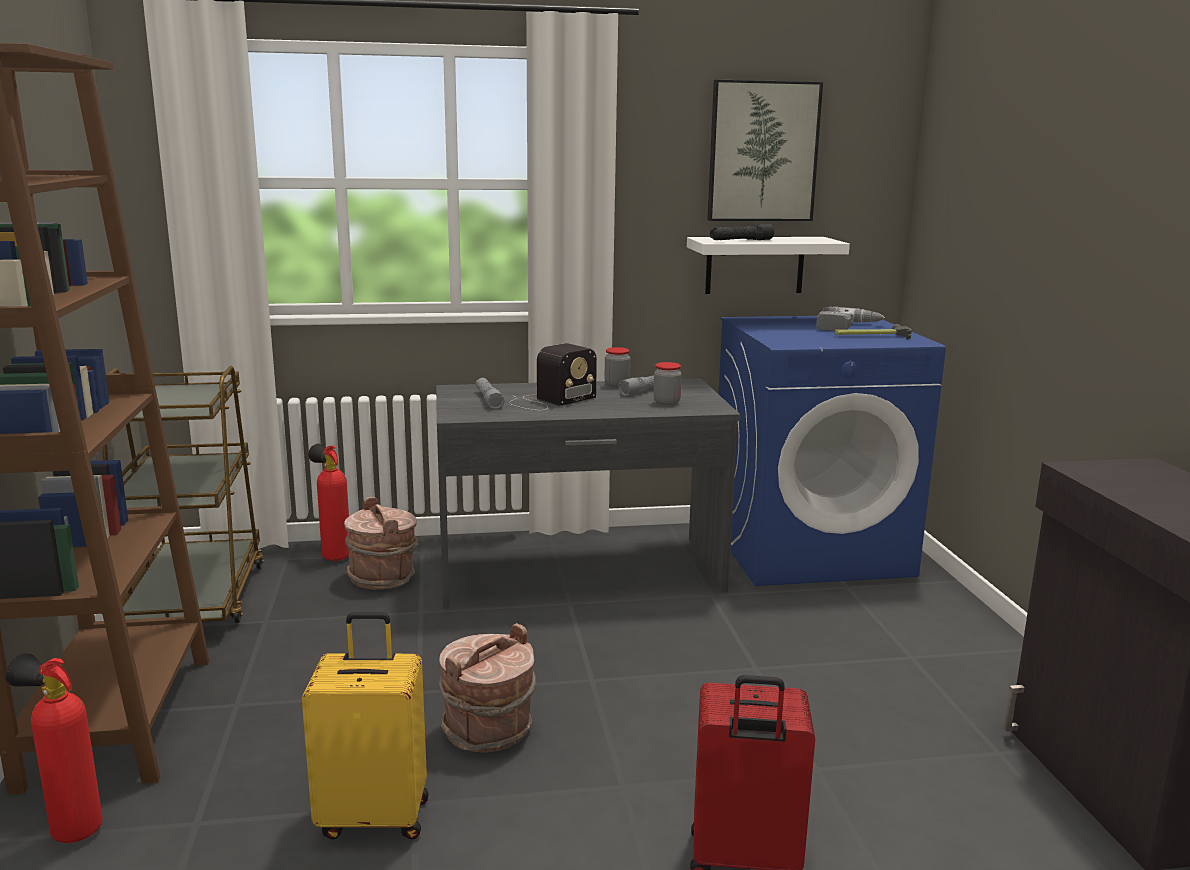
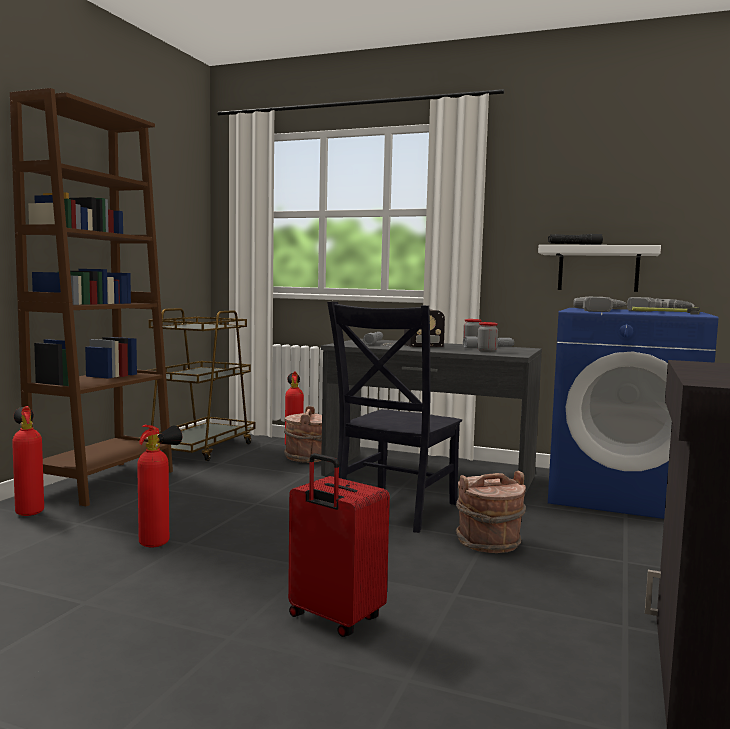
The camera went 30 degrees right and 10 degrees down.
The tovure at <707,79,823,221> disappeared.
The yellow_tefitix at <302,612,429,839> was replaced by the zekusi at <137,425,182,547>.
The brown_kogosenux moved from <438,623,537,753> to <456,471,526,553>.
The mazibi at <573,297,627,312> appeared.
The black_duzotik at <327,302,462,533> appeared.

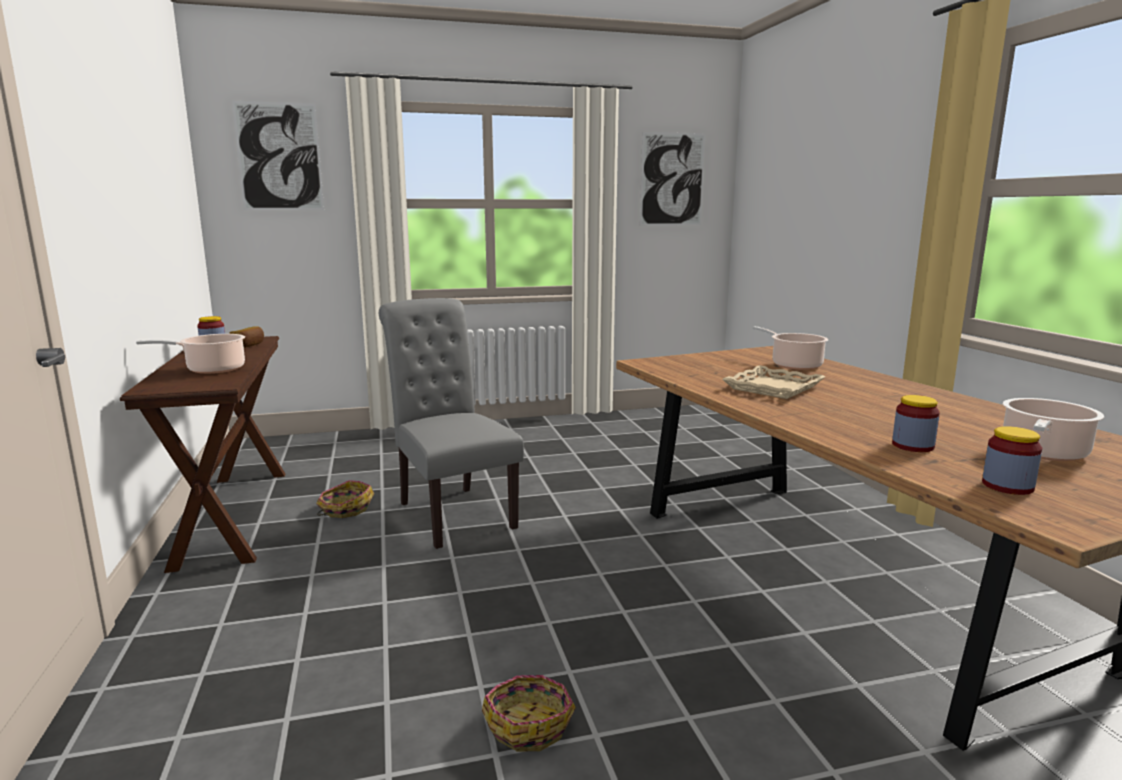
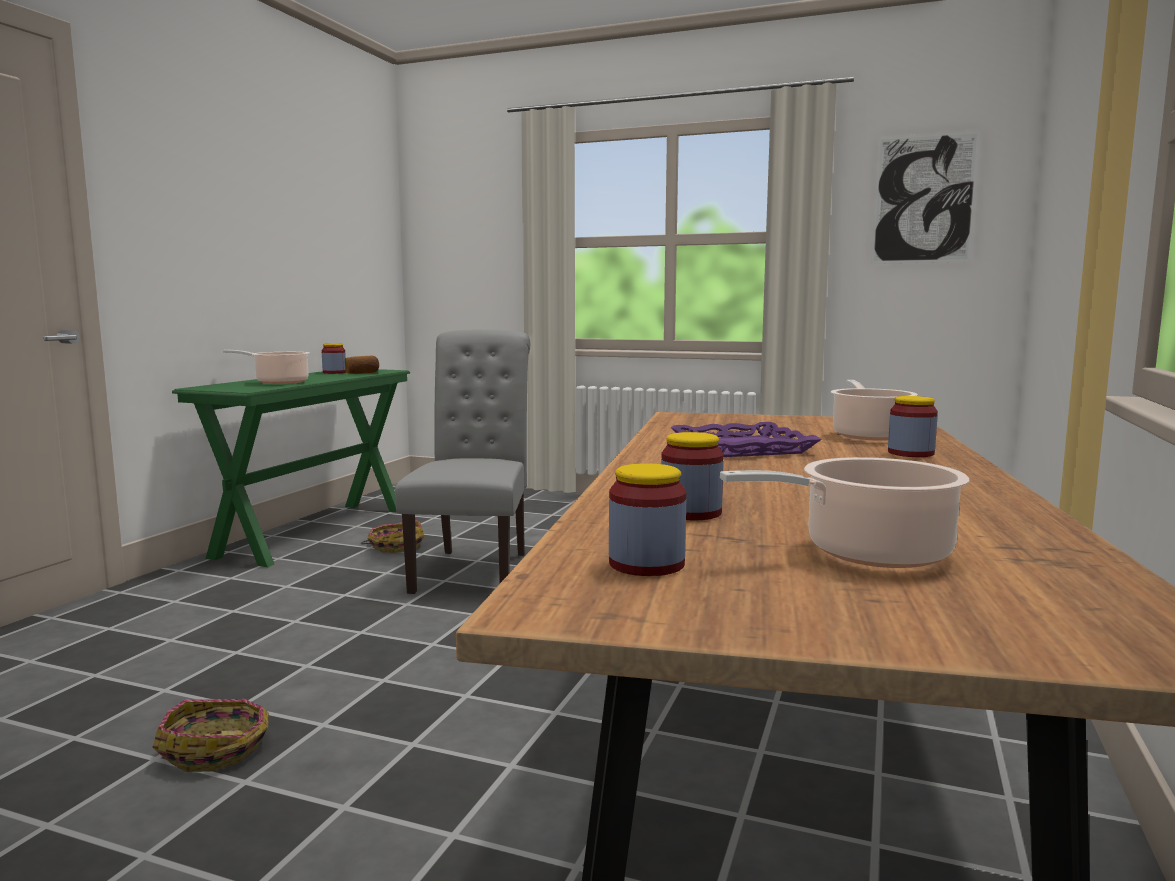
The camera went 35 degrees right and 5 degrees down.
The tovure at <232,101,324,210> disappeared.
The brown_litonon at <120,336,285,573> became the green_litonon at <172,369,410,567>.
The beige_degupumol at <722,365,825,399> became the purple_degupumol at <671,422,822,457>.
The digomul at <888,396,938,457> appeared.

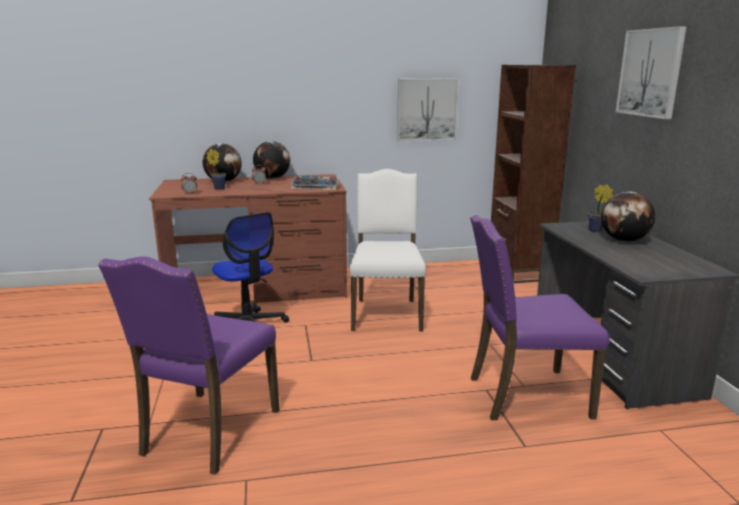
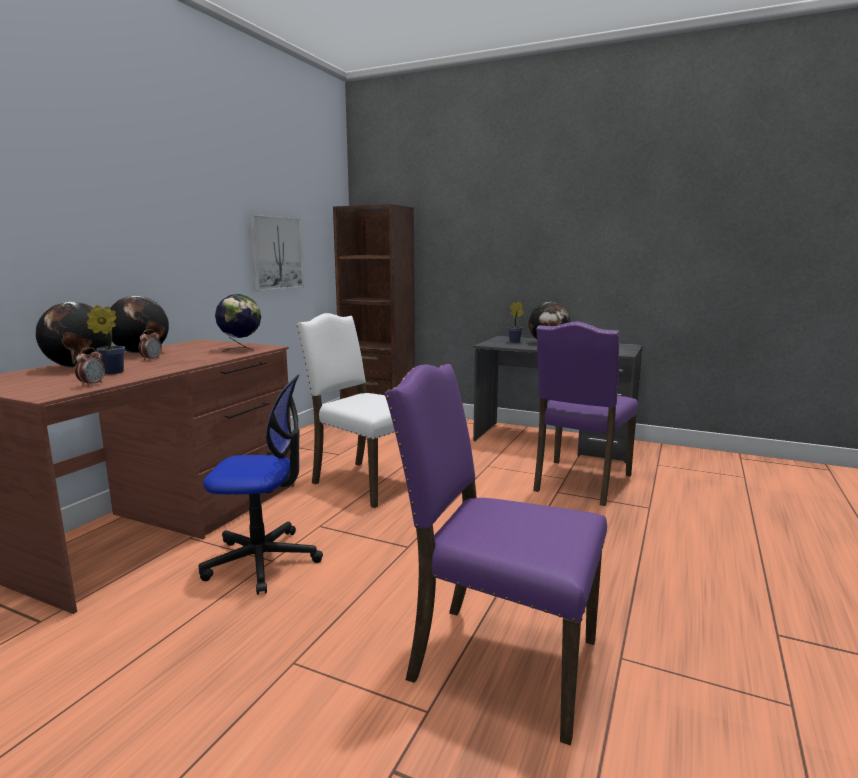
The camera went 55 degrees left and 5 degrees down.
The tovure at <616,26,687,119> disappeared.
The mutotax at <290,175,339,190> was replaced by the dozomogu at <215,294,261,352>.
The purple_duzotik at <98,256,280,475> turned 150 degrees clockwise.

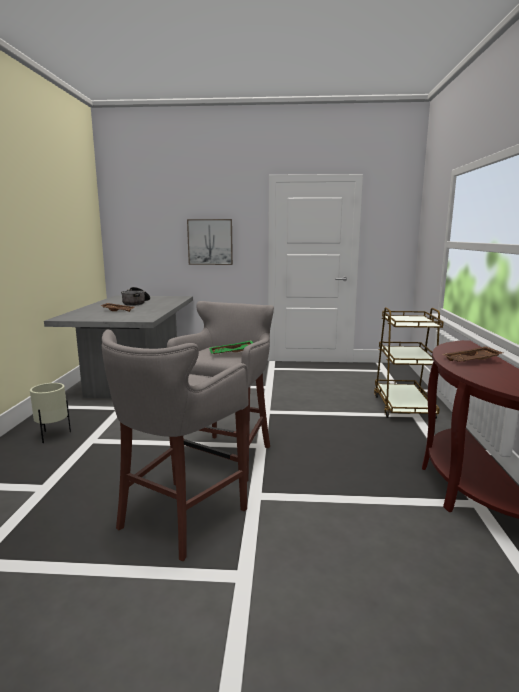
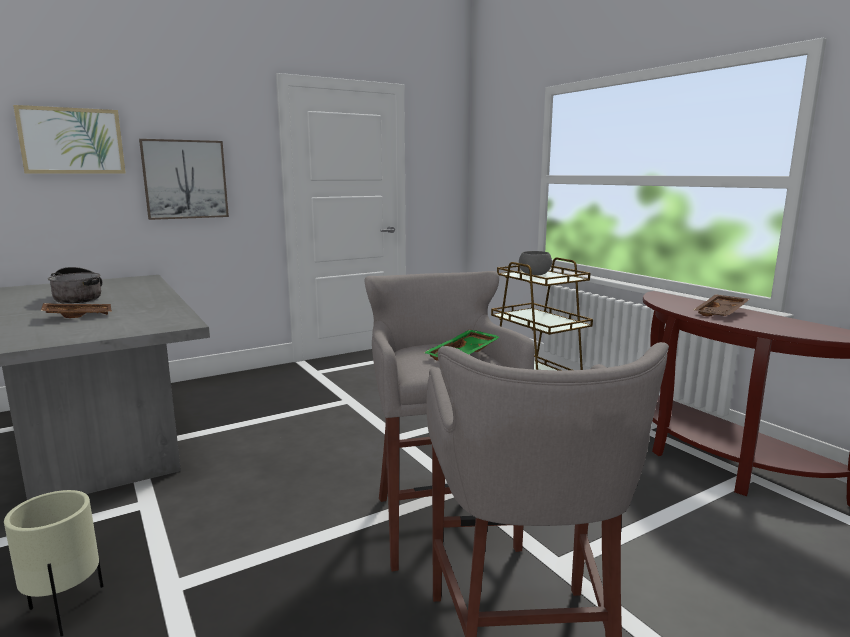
The camera went 35 degrees left and 0 degrees up.
The tovure at <13,105,126,174> appeared.
The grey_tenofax at <519,251,552,275> appeared.

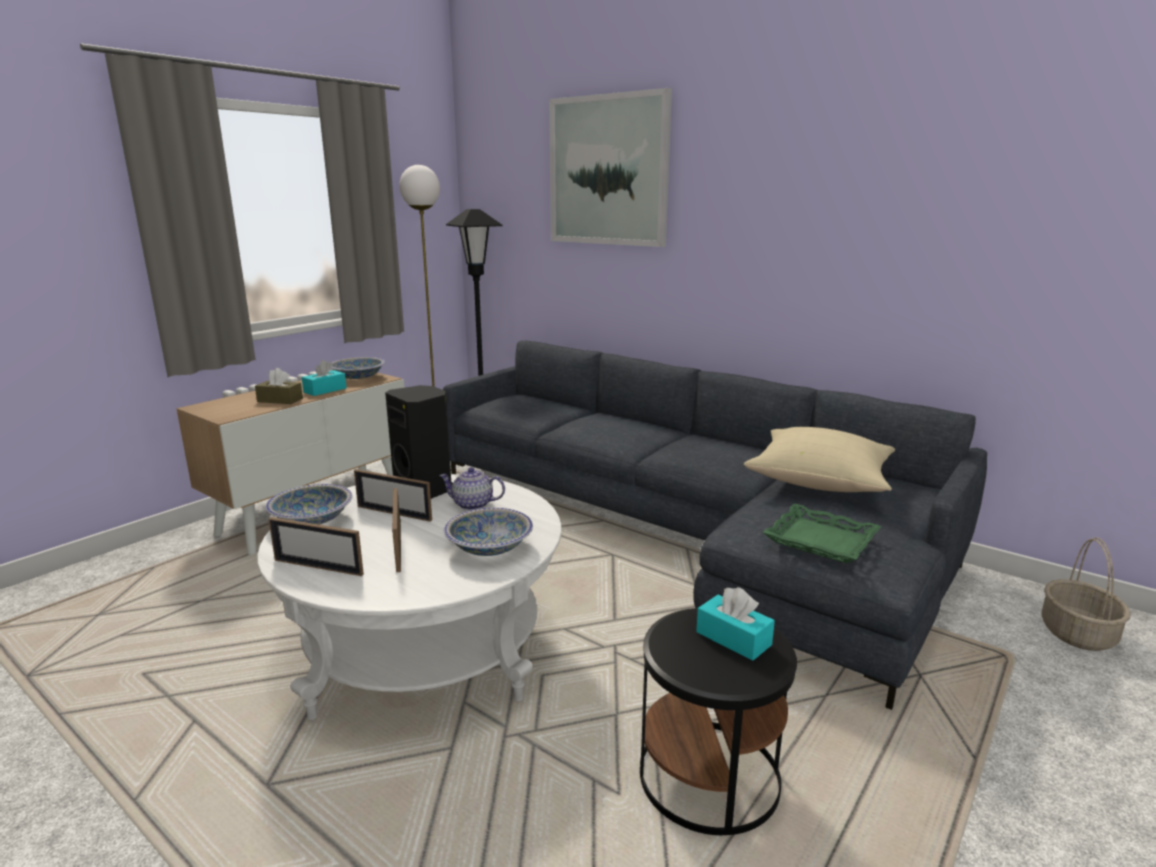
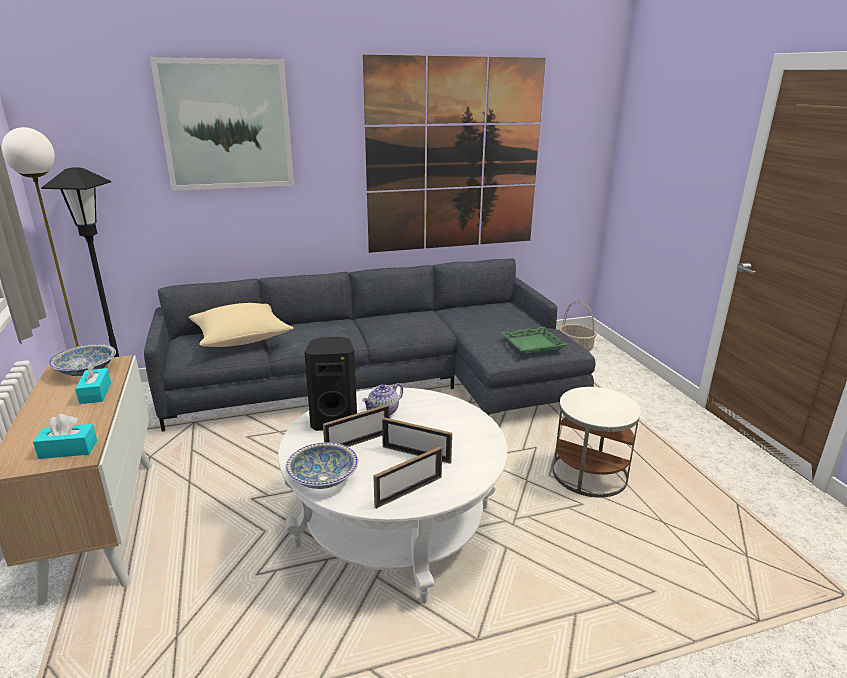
The camera went 55 degrees left and 5 degrees up.
The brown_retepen at <255,368,303,404> disappeared.
The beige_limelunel moved from <744,427,895,492> to <188,303,293,347>.
The tenofax at <444,508,533,556> disappeared.
The turquoise_retepen moved from <696,587,775,661> to <33,414,97,459>.
The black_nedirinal at <640,608,797,835> became the white_nedirinal at <552,387,641,498>.
The tovure at <363,55,546,253> appeared.

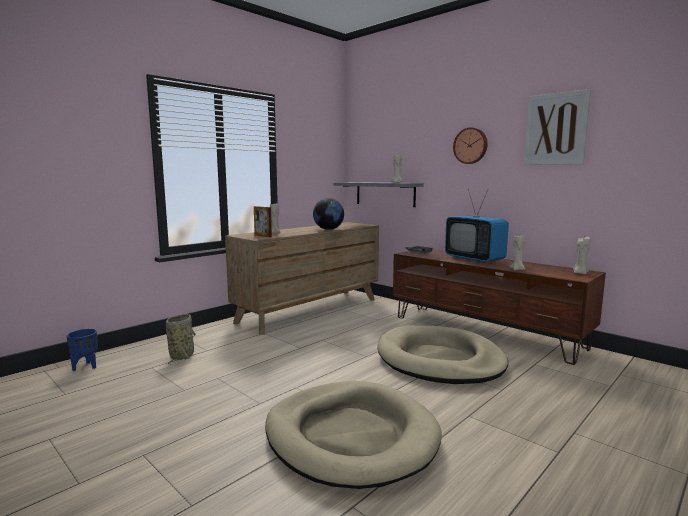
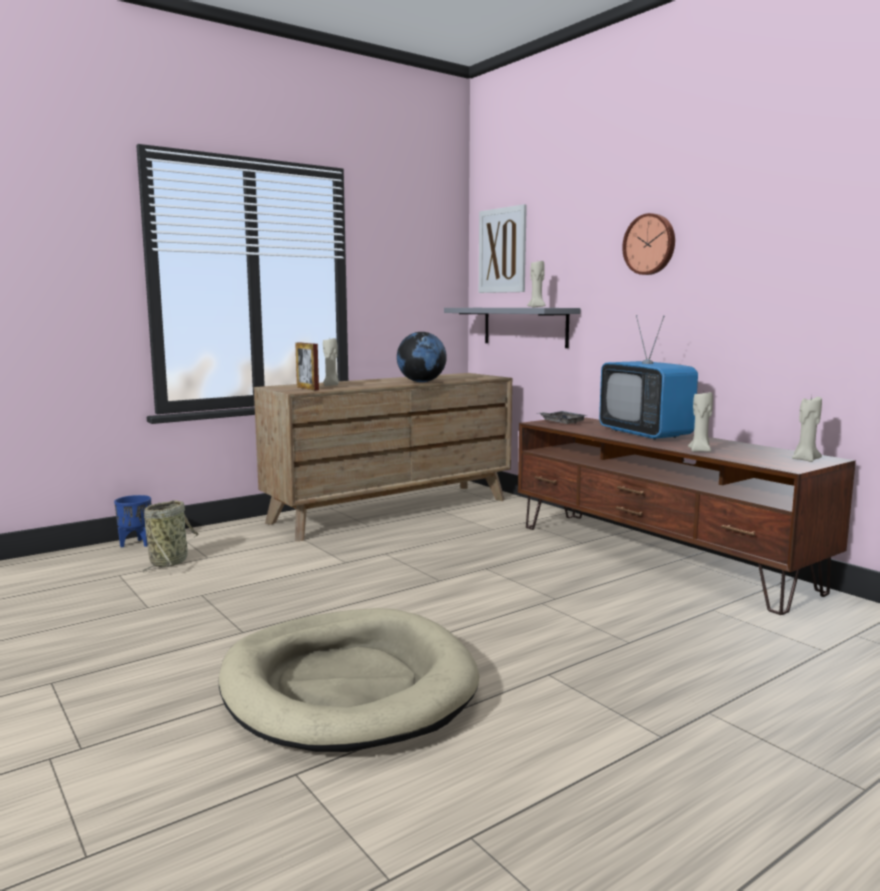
The camera went 10 degrees right and 0 degrees up.
The tovure moved from <524,89,591,165> to <479,204,527,293>.
The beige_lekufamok at <377,325,508,384> disappeared.
The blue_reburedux moved from <67,329,98,371> to <114,495,151,548>.

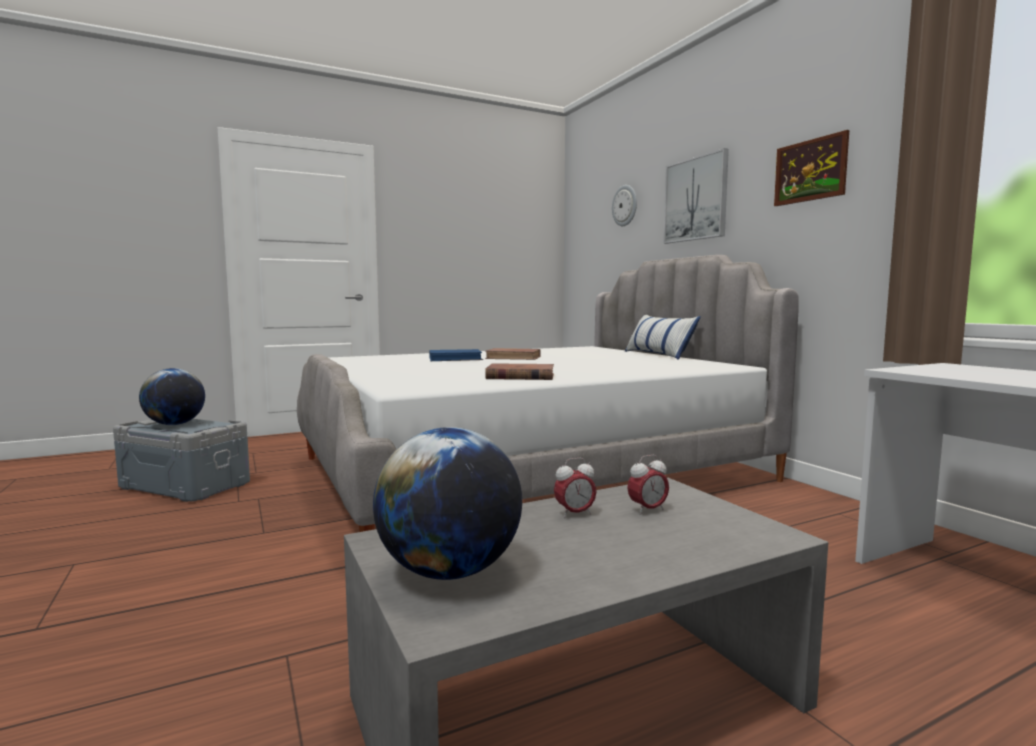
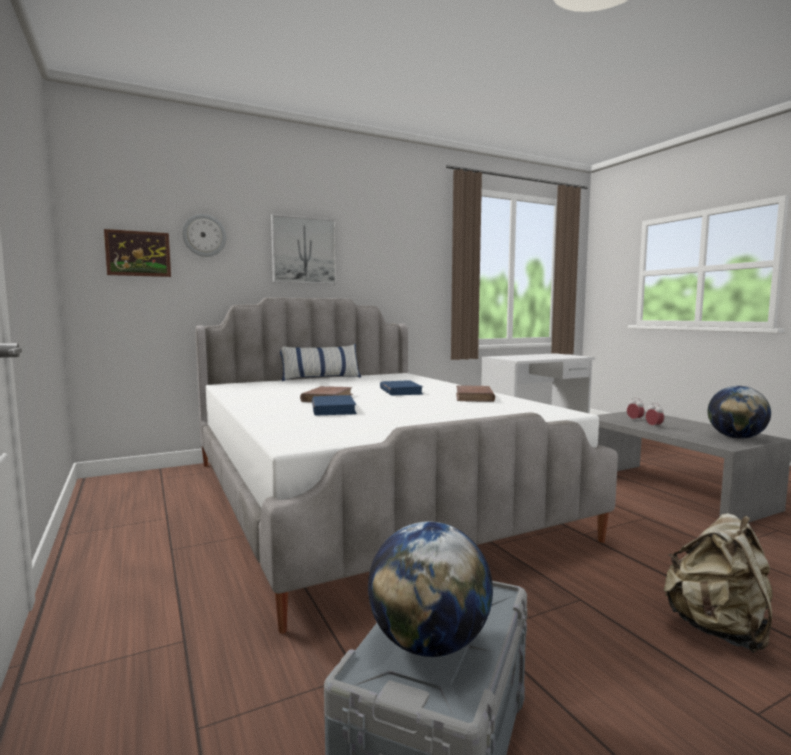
The camera went 90 degrees left and 0 degrees up.
The tovure moved from <774,130,849,206> to <104,229,171,277>.
The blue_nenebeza at <380,381,423,396> appeared.
The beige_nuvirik at <664,513,773,653> appeared.

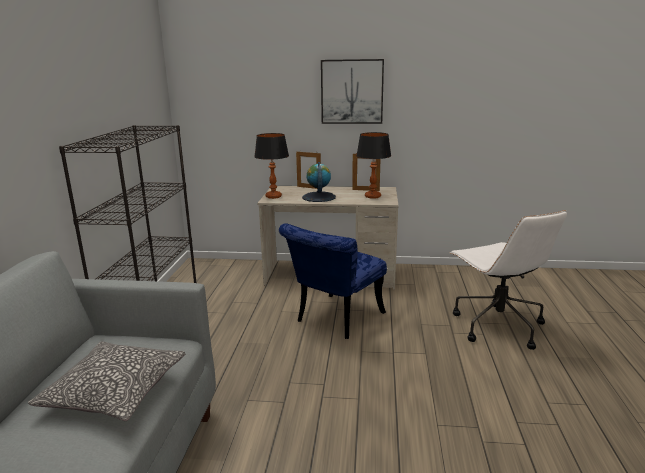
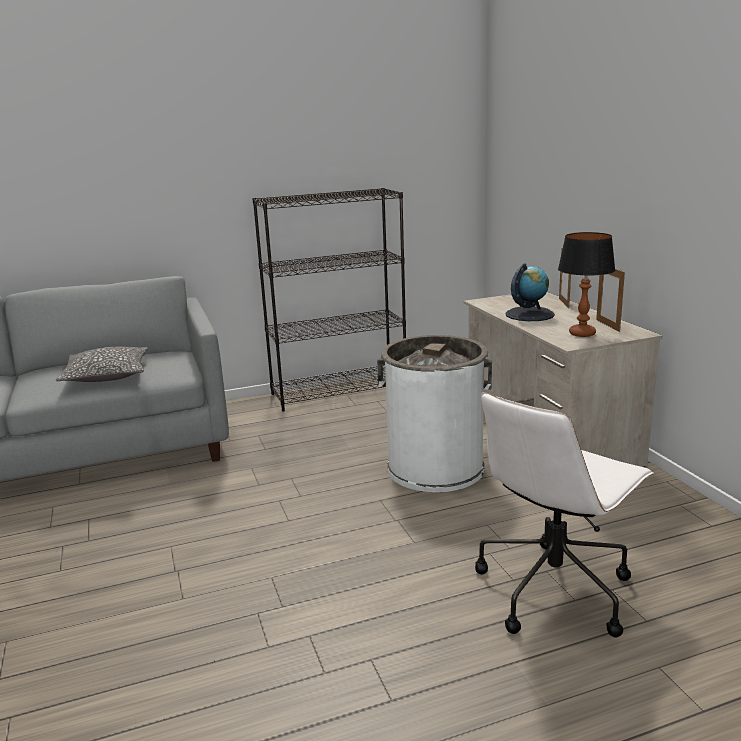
The camera went 65 degrees right and 0 degrees up.
The tovure at <321,59,384,124> disappeared.
The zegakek at <254,133,289,199> disappeared.
The blue_duzotik at <279,223,387,339> was replaced by the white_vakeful at <377,335,492,492>.

